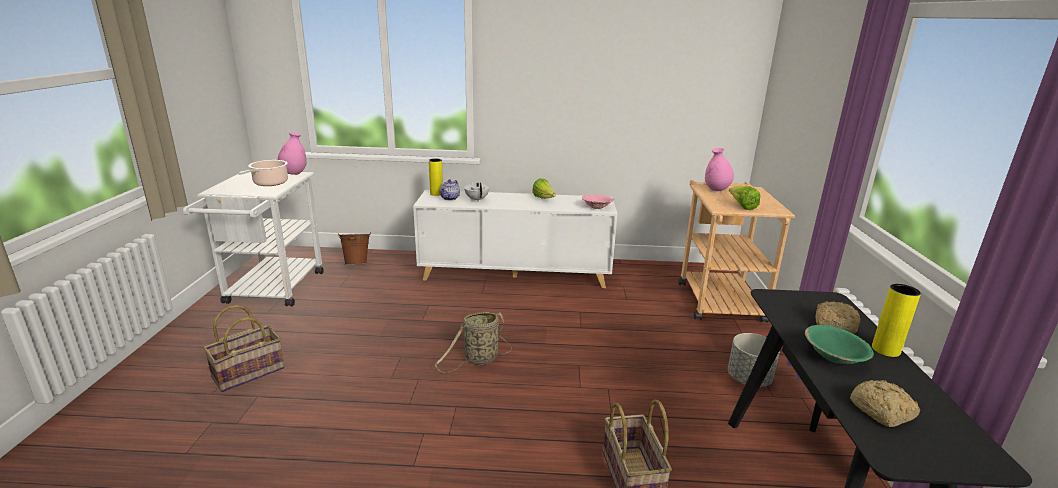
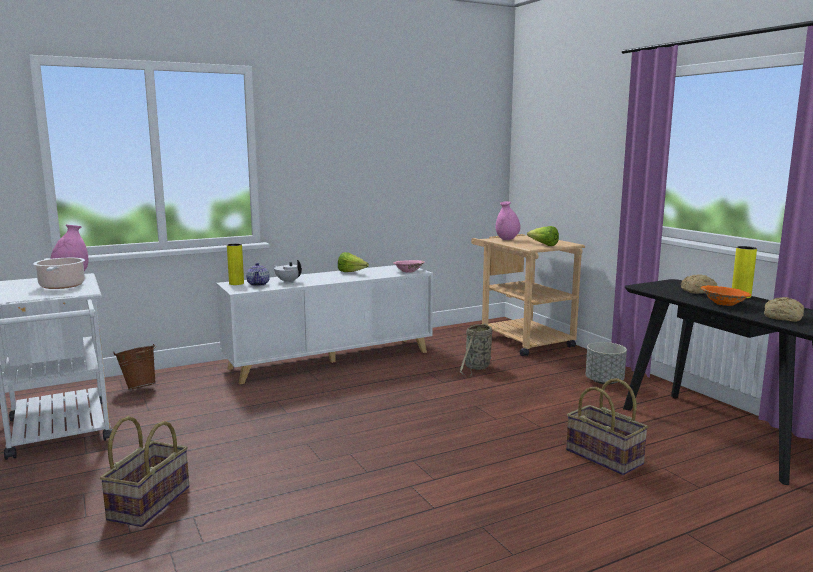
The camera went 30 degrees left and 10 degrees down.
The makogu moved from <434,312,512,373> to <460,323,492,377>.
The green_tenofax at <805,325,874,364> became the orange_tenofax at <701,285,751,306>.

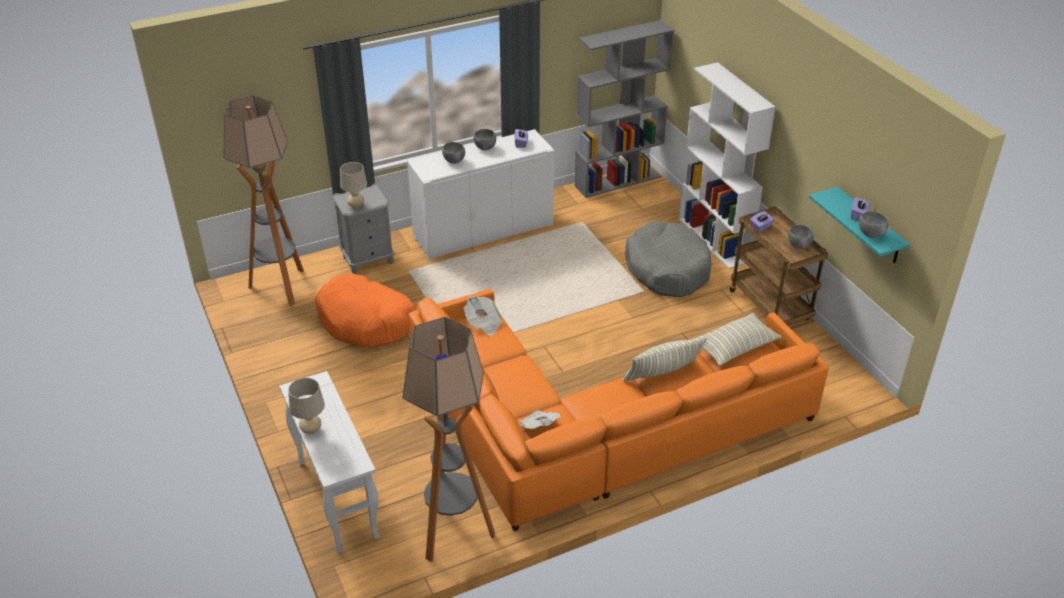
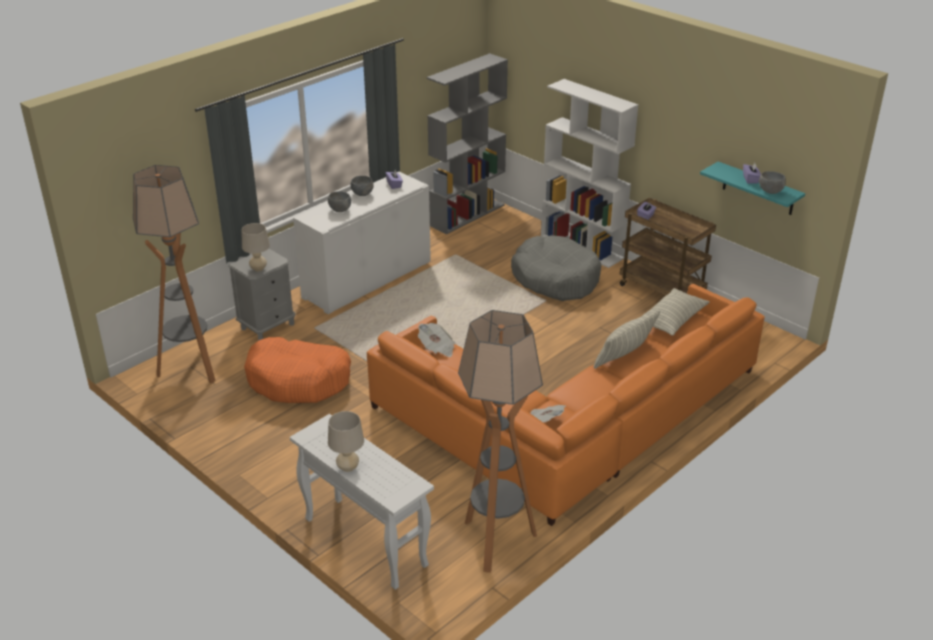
The camera went 20 degrees left and 5 degrees down.
The grey_tenofax at <788,225,814,249> disappeared.

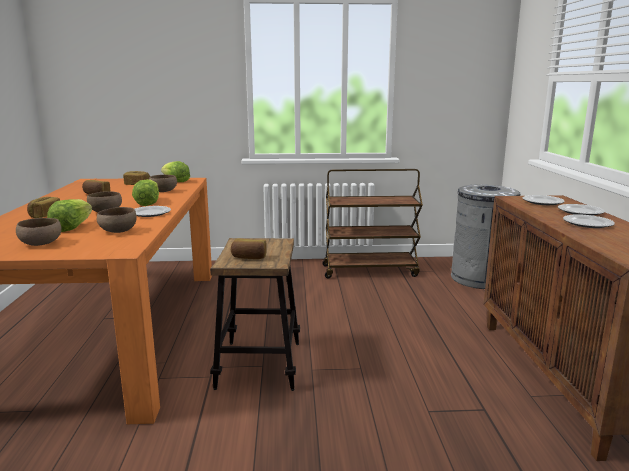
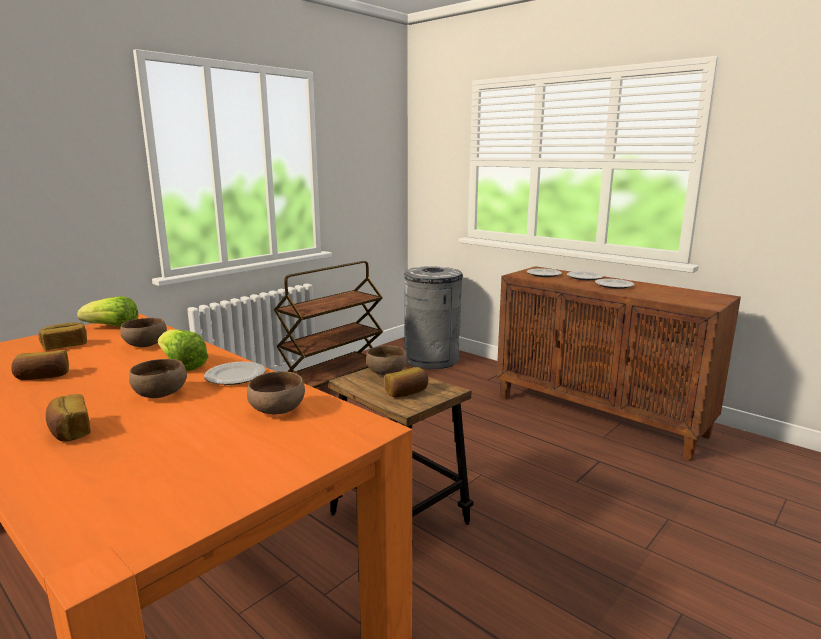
The camera went 45 degrees left and 0 degrees up.
The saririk at <47,199,92,232> disappeared.
The brown_tenofax moved from <16,218,62,246> to <366,345,407,375>.

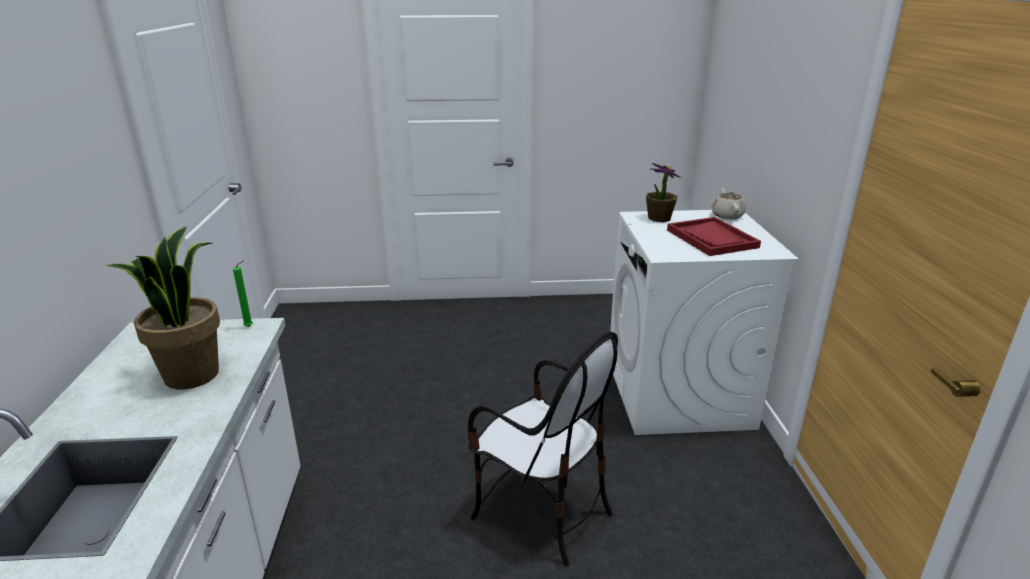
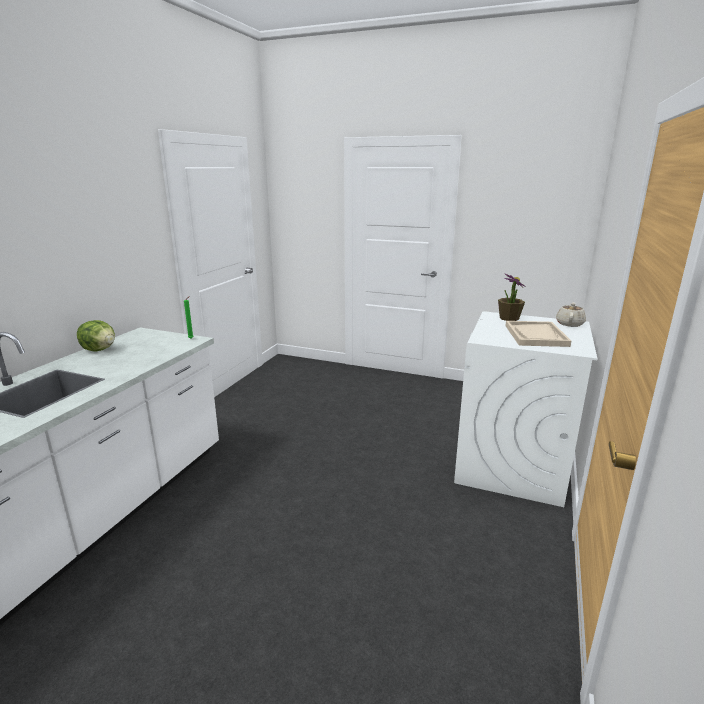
The camera went 25 degrees right and 5 degrees down.
The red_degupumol at <667,217,761,256> became the beige_degupumol at <505,321,571,347>.
The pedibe at <106,226,220,389> disappeared.
The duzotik at <467,331,618,566> disappeared.
The saririk at <77,320,115,352> appeared.

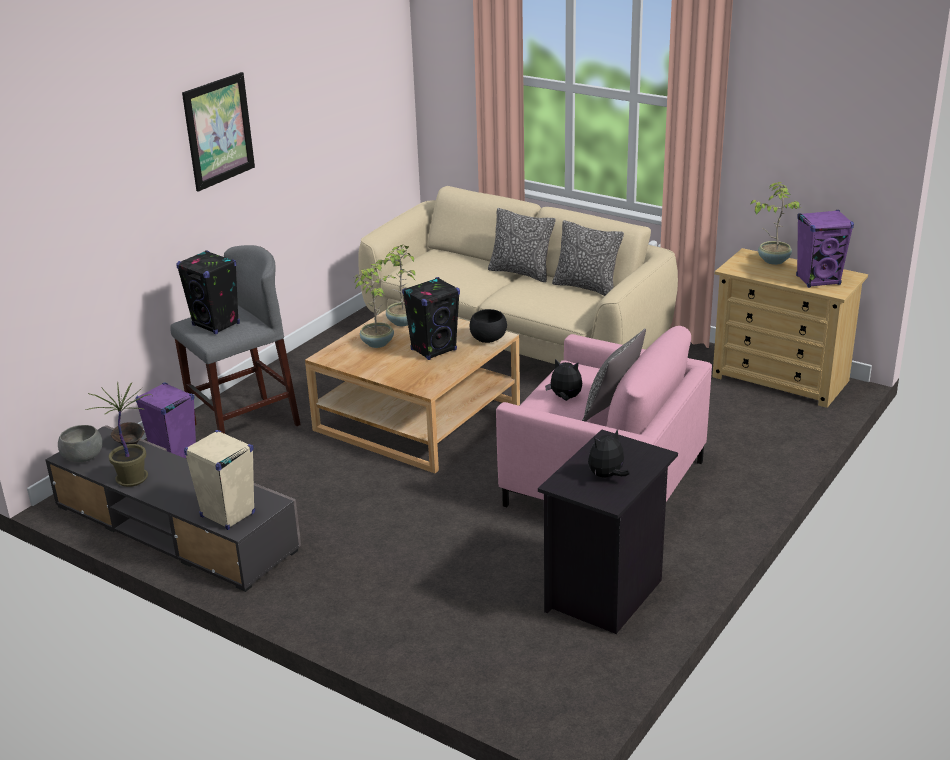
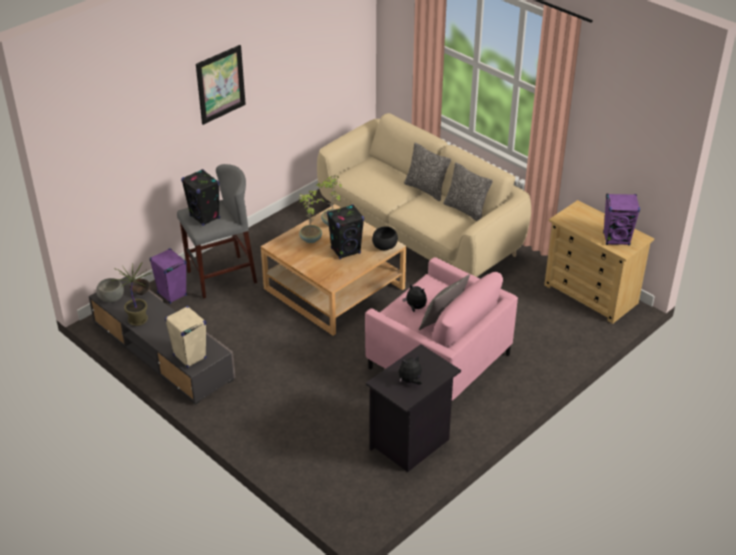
The camera went 10 degrees right and 10 degrees up.
The pedibe at <750,182,800,265> disappeared.

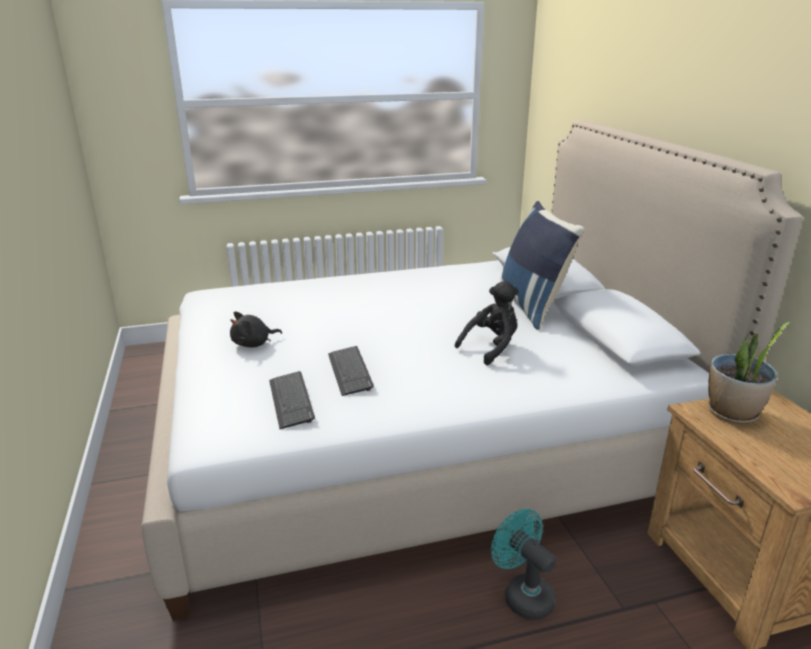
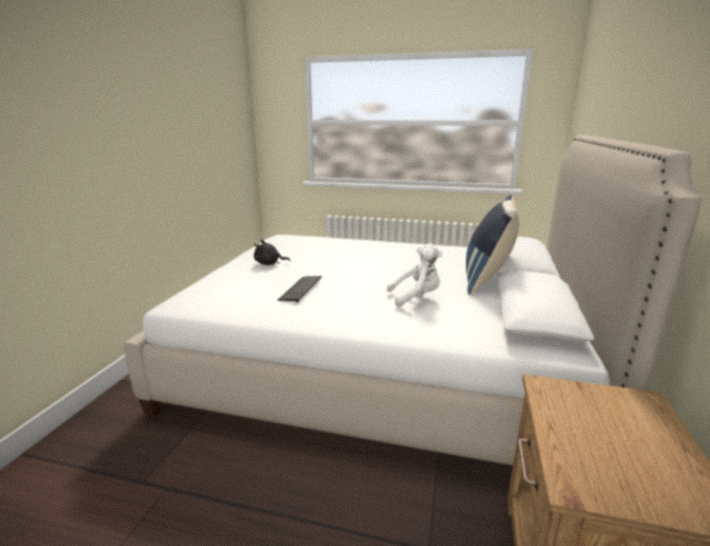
The camera went 30 degrees right and 5 degrees down.
The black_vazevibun at <455,281,519,365> became the white_vazevibun at <387,243,442,307>.
The pedibe at <708,322,790,424> disappeared.
The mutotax at <269,371,315,429> disappeared.
The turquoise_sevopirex at <491,509,556,620> disappeared.

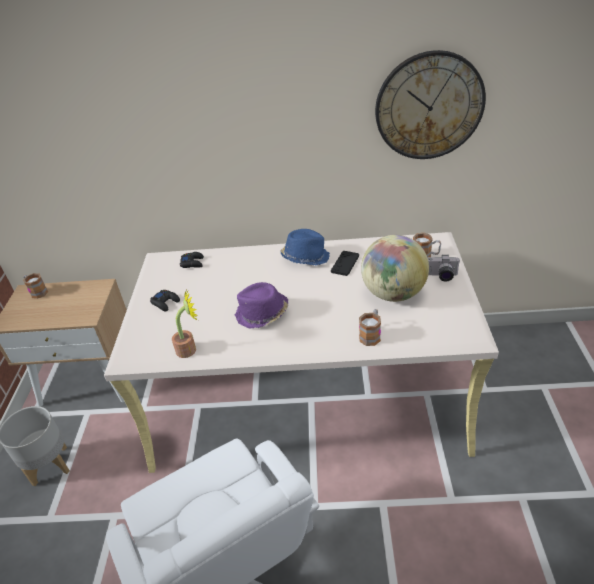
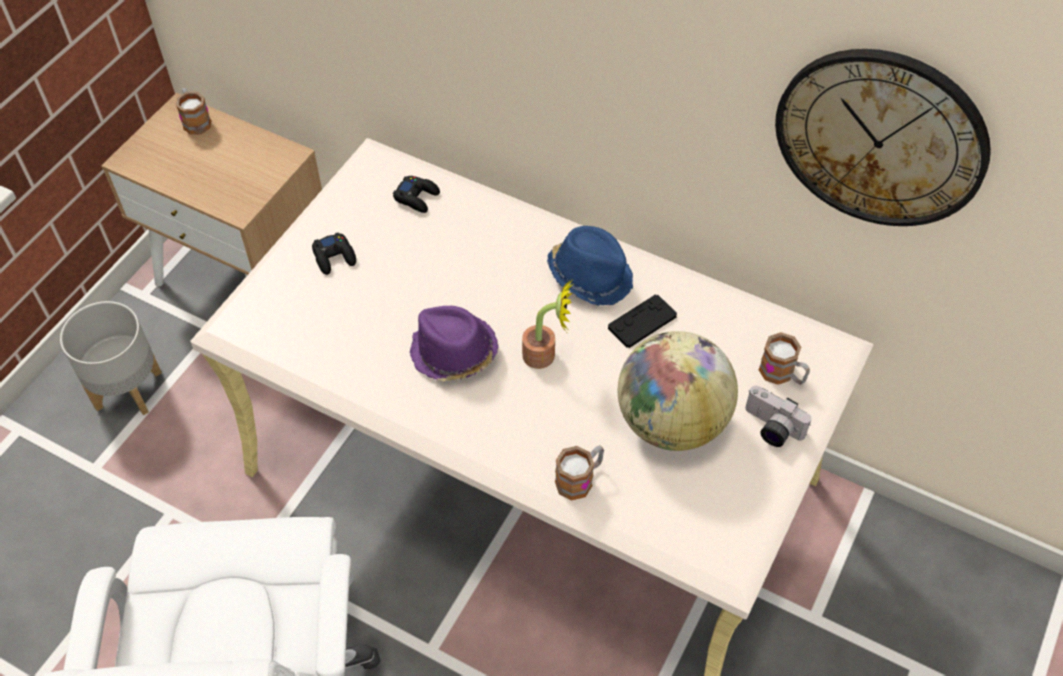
The camera went 25 degrees right and 15 degrees up.
The pedibe moved from <172,290,198,358> to <522,278,573,369>.

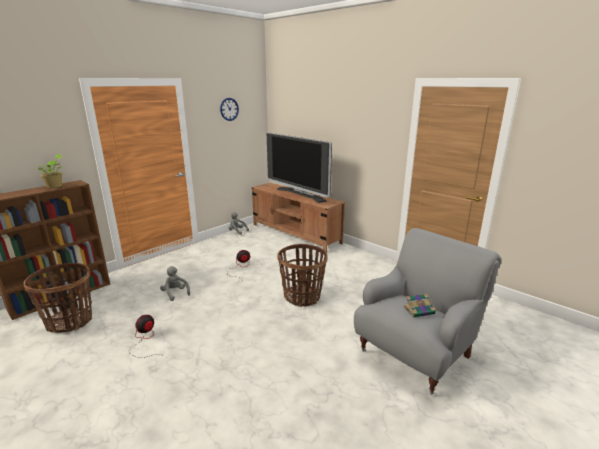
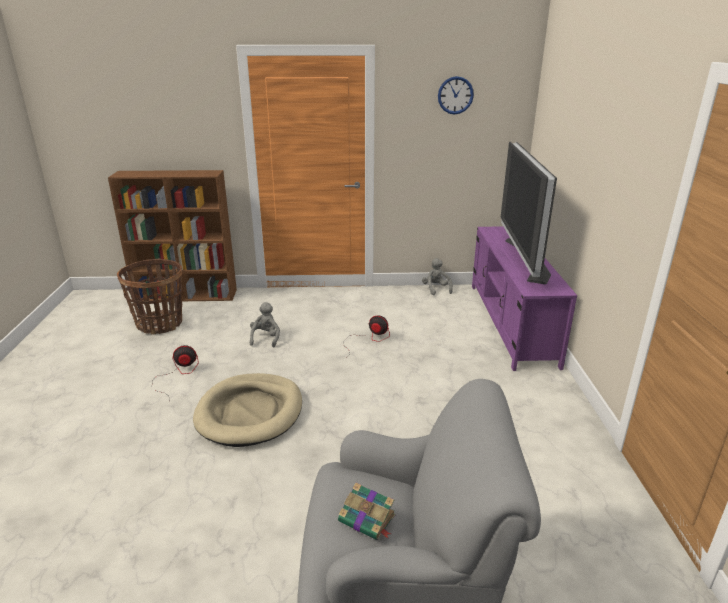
The camera went 45 degrees right and 5 degrees up.
The pedibe at <38,154,63,188> disappeared.
The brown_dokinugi at <252,183,345,252> became the purple_dokinugi at <472,227,577,371>.
The makogu at <278,244,328,307> disappeared.
The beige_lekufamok at <193,373,302,447> appeared.

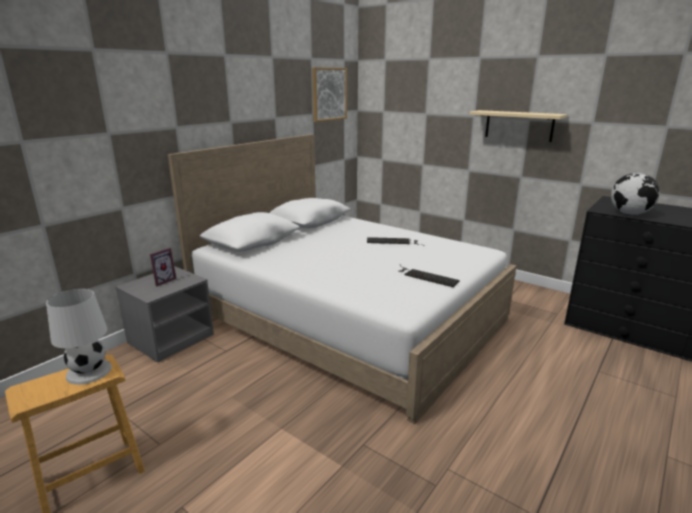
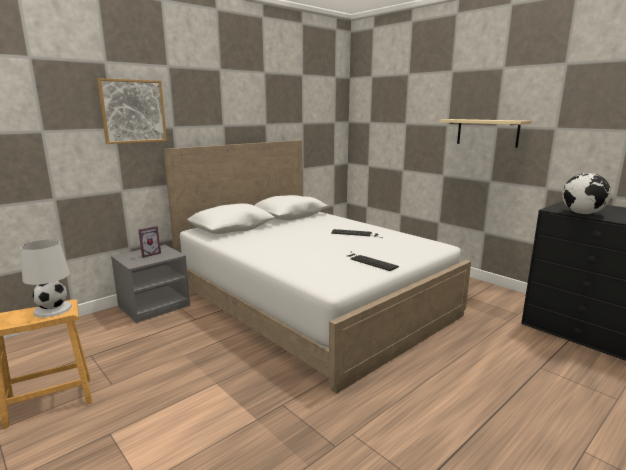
The camera went 10 degrees right and 5 degrees down.
The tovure moved from <312,67,347,122> to <97,78,167,144>.

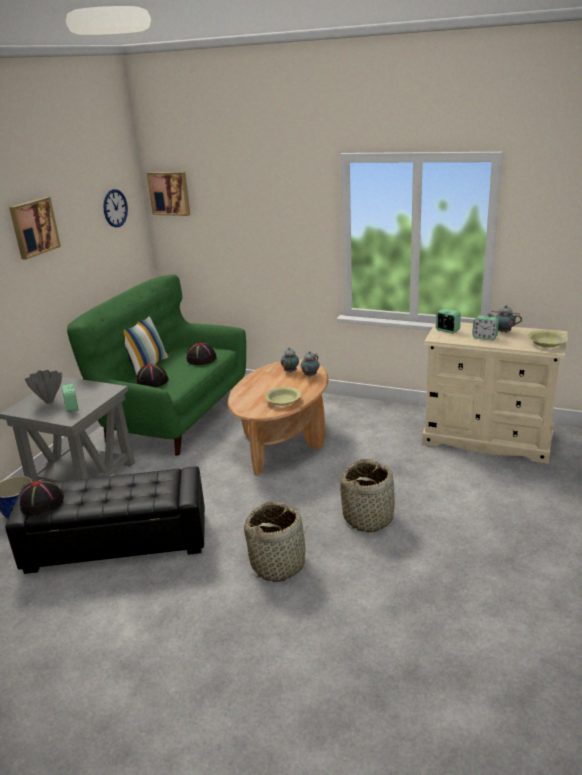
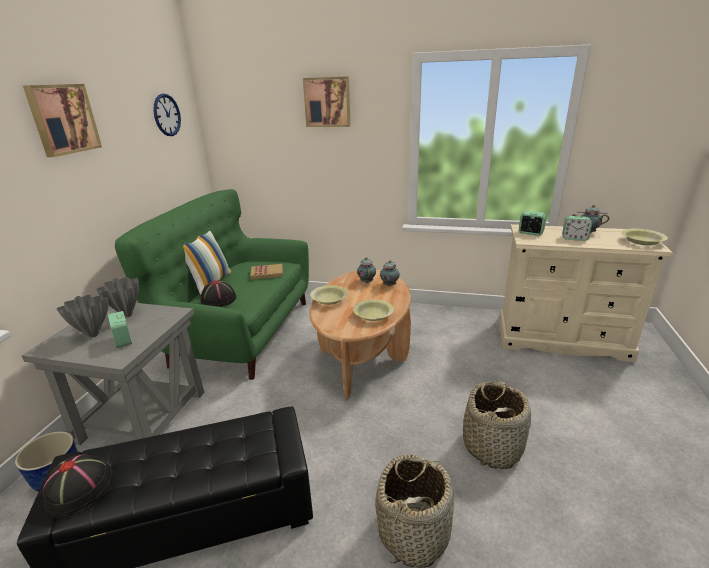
The camera went 10 degrees left and 0 degrees up.
The tovure moved from <147,172,190,216> to <303,76,350,127>.
The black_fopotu at <187,343,216,365> was replaced by the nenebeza at <250,264,283,280>.
The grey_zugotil at <96,277,139,317> appeared.
The yellow_tenofax at <310,285,348,305> appeared.

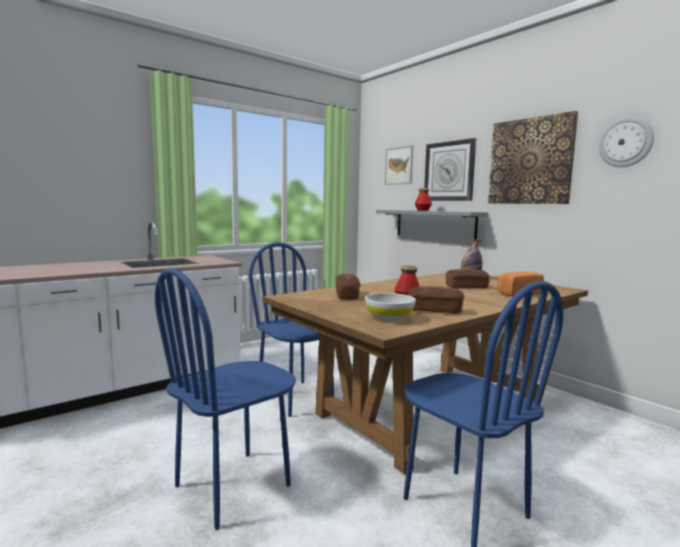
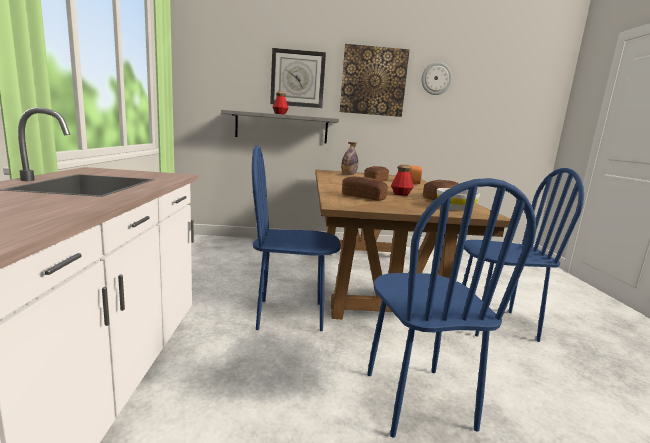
The camera went 55 degrees left and 5 degrees up.
The tovure at <385,146,413,185> disappeared.

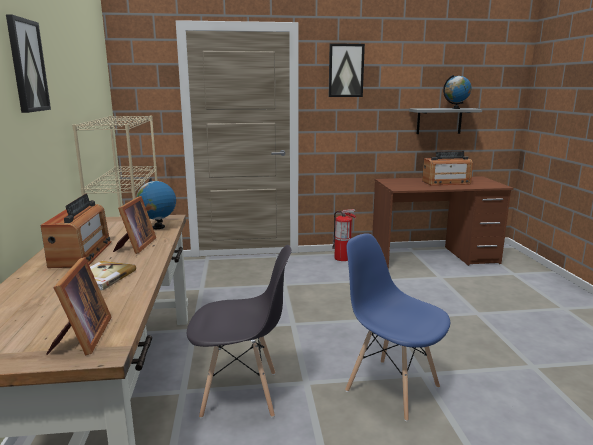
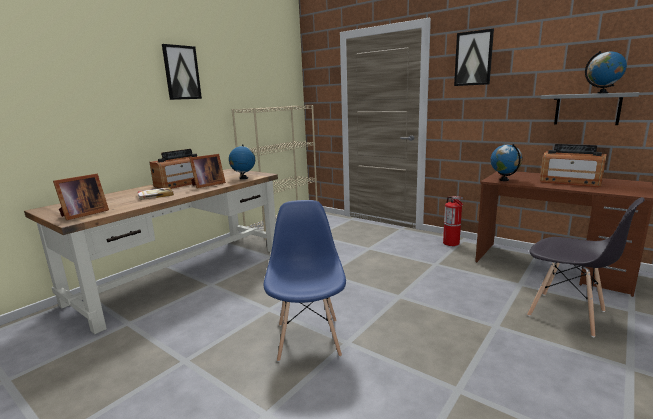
The camera went 45 degrees right and 0 degrees up.
The grey_duzotik moved from <187,245,292,418> to <527,197,645,337>.
The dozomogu at <491,144,523,181> appeared.

